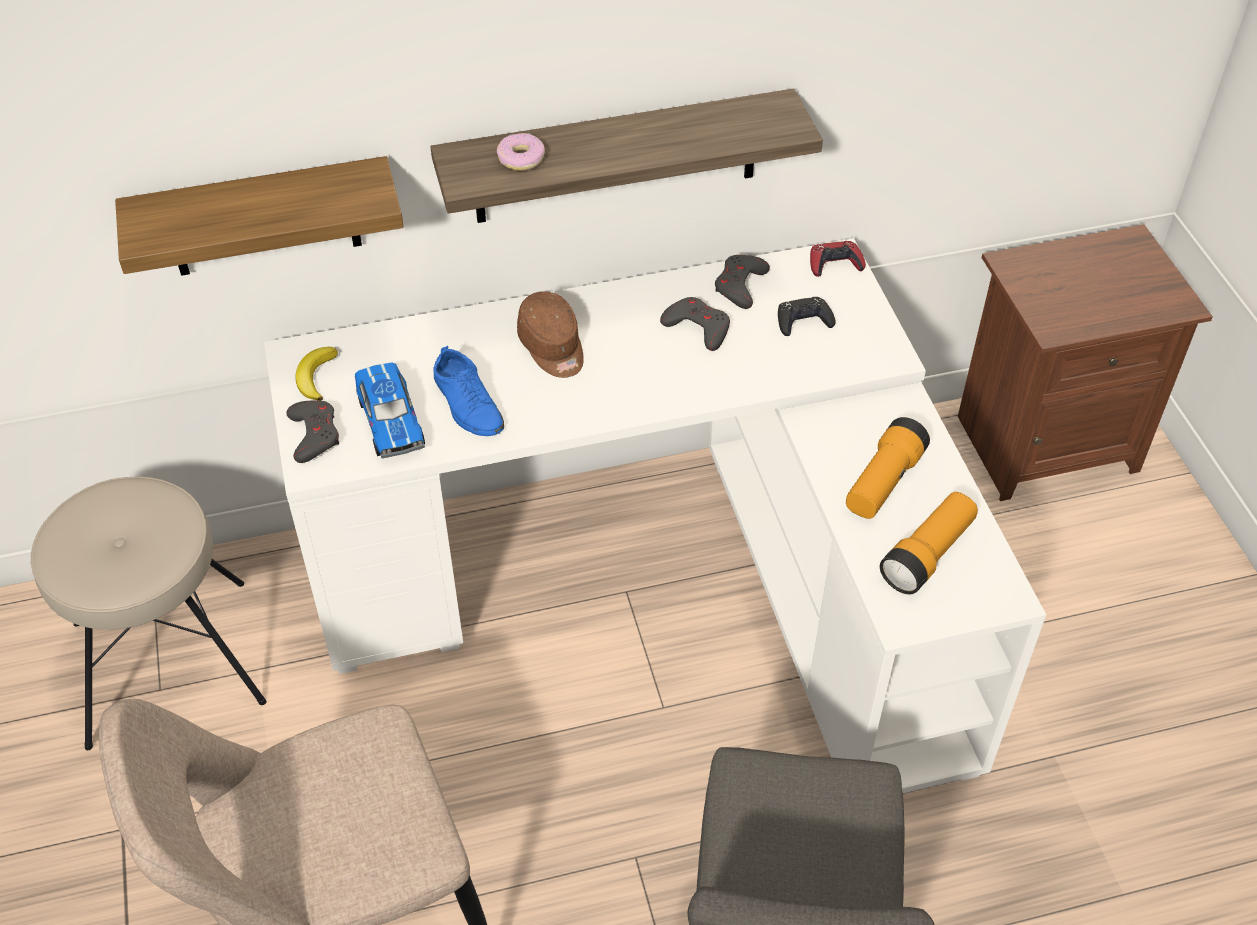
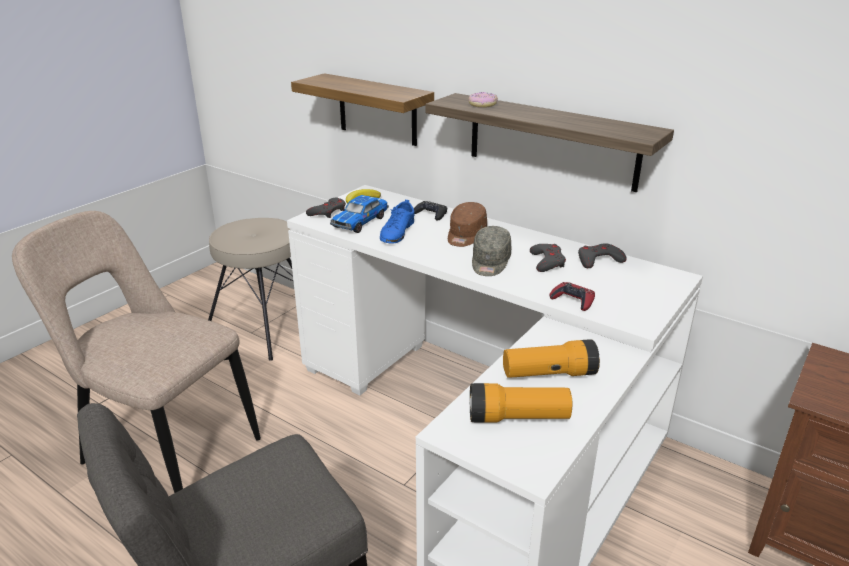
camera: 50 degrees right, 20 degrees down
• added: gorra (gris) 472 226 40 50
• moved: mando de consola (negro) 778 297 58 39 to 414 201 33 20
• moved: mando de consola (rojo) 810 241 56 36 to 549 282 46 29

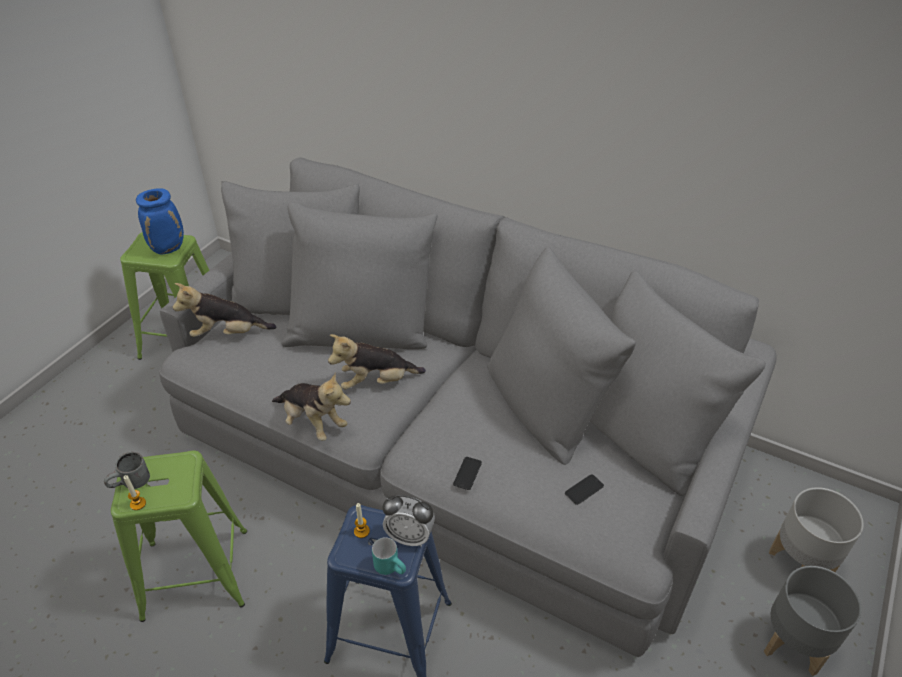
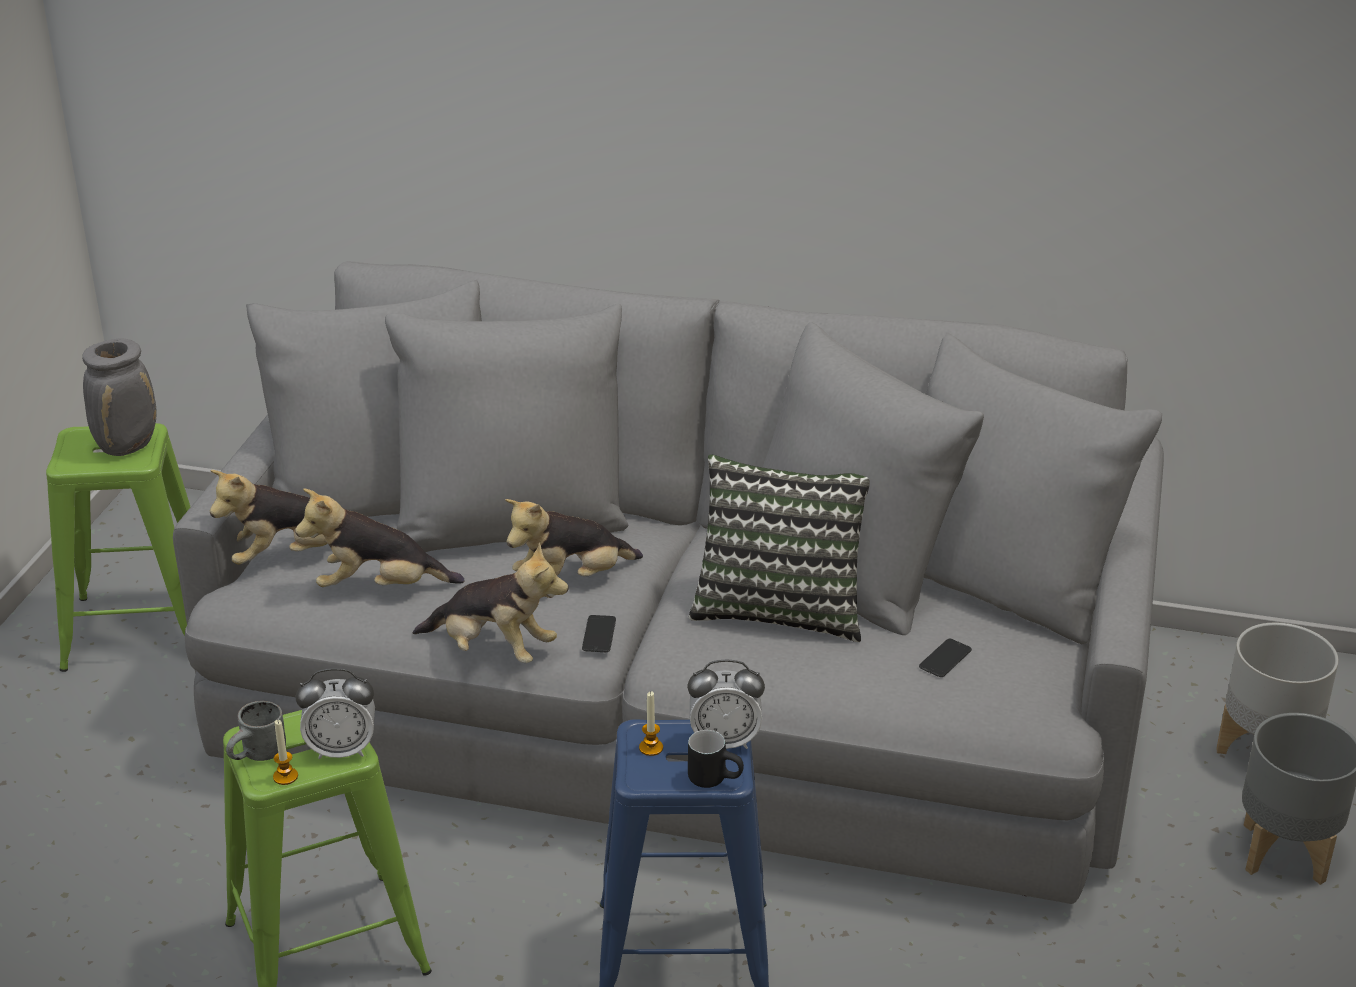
camera: 15 degrees left, 10 degrees down
• added: peluche 295 488 170 99
• added: despertador 296 668 79 91
• added: cojín 689 454 181 188
• moved: móvil 453 457 29 33 to 582 615 34 37
• recoloured: florero (azul) 136 188 48 66 to florero (gris) 82 339 75 117
• recoloured: taza grande (turquesa) 372 537 34 38 to taza grande (negro) 688 730 56 58

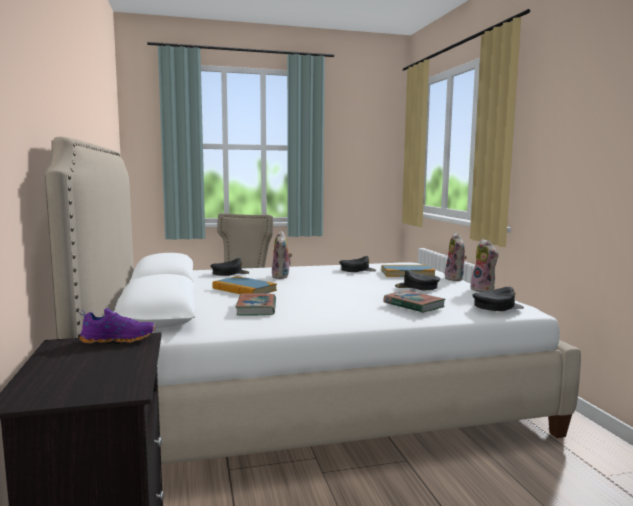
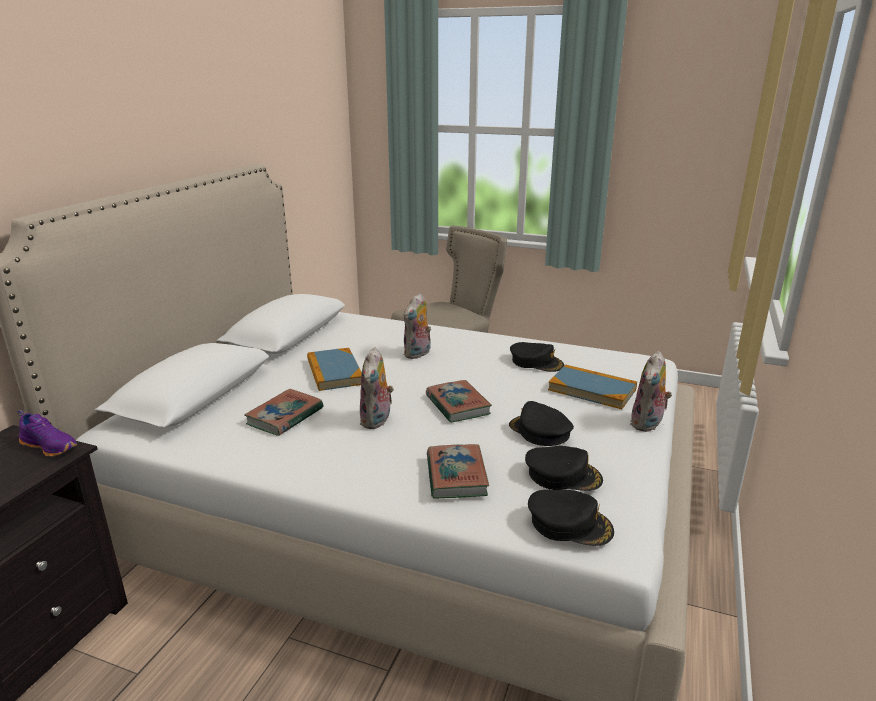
camera: 35 degrees right, 15 degrees up
• added: libro 426 380 66 43
• moved: gorra (negro) 210 258 40 18 to 525 446 78 45
• moved: peluche 471 239 28 53 to 360 347 34 82

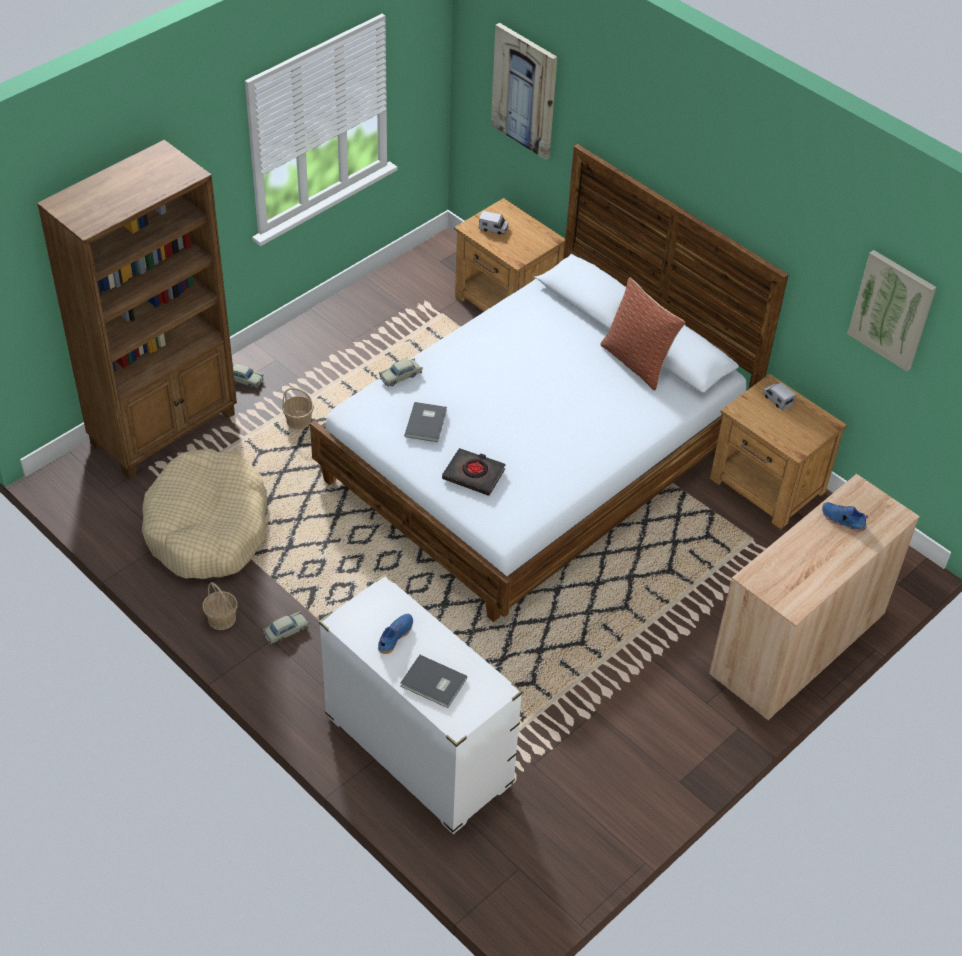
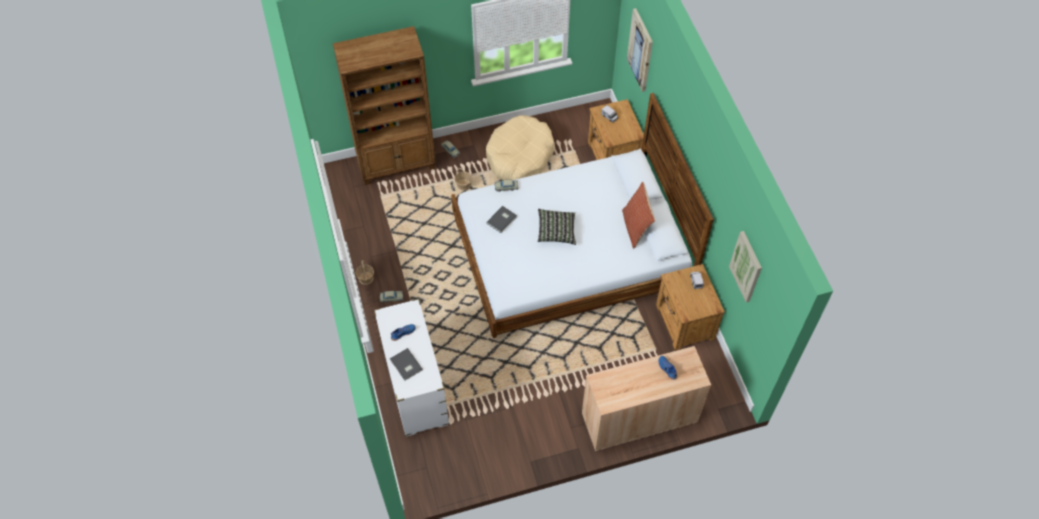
camera: 30 degrees right, 10 degrees up
• removed: libro (negro) 442 448 64 48
• added: cojín 538 209 38 36
• moved: cama para perro (beis) 142 449 125 130 to 486 115 69 65

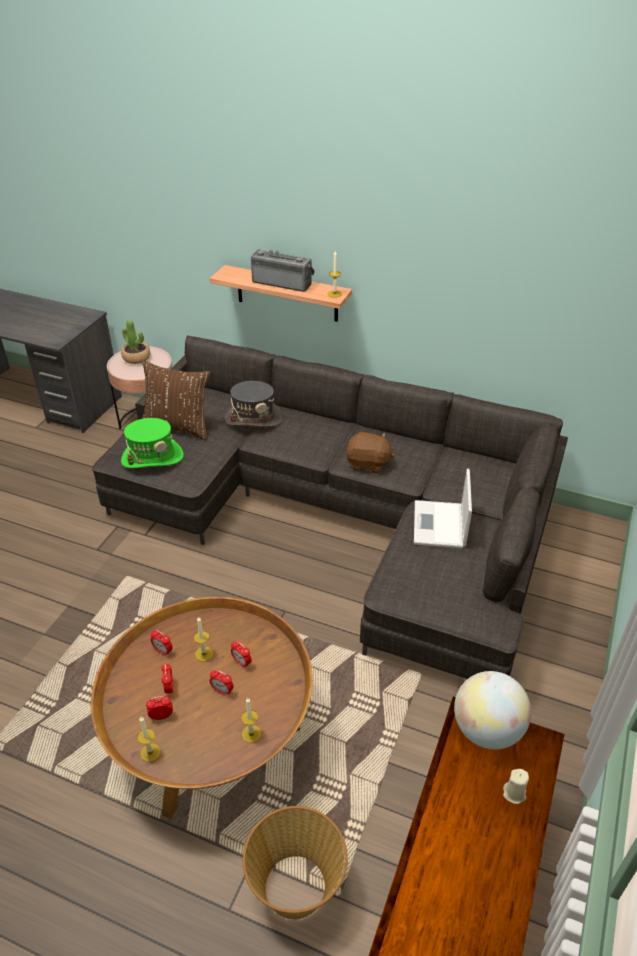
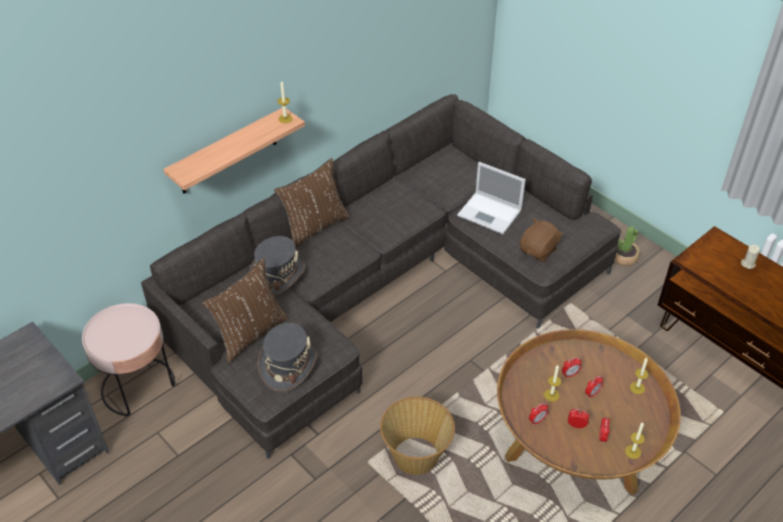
camera: 65 degrees left, 5 degrees up
• removed: radio 251 249 64 43
• removed: globo terráqueo 454 671 77 79
• added: cojín (marrón) 274 158 76 90
• moved: planta en maceta 121 320 29 44 to 614 226 26 40
• moved: cesta 243 806 105 114 to 380 397 75 78
• moved: peluche (marrón) 346 432 49 42 to 520 218 43 44
• recoloured: sombrero (verde) 121 418 63 50 to sombrero (gris) 258 323 59 69

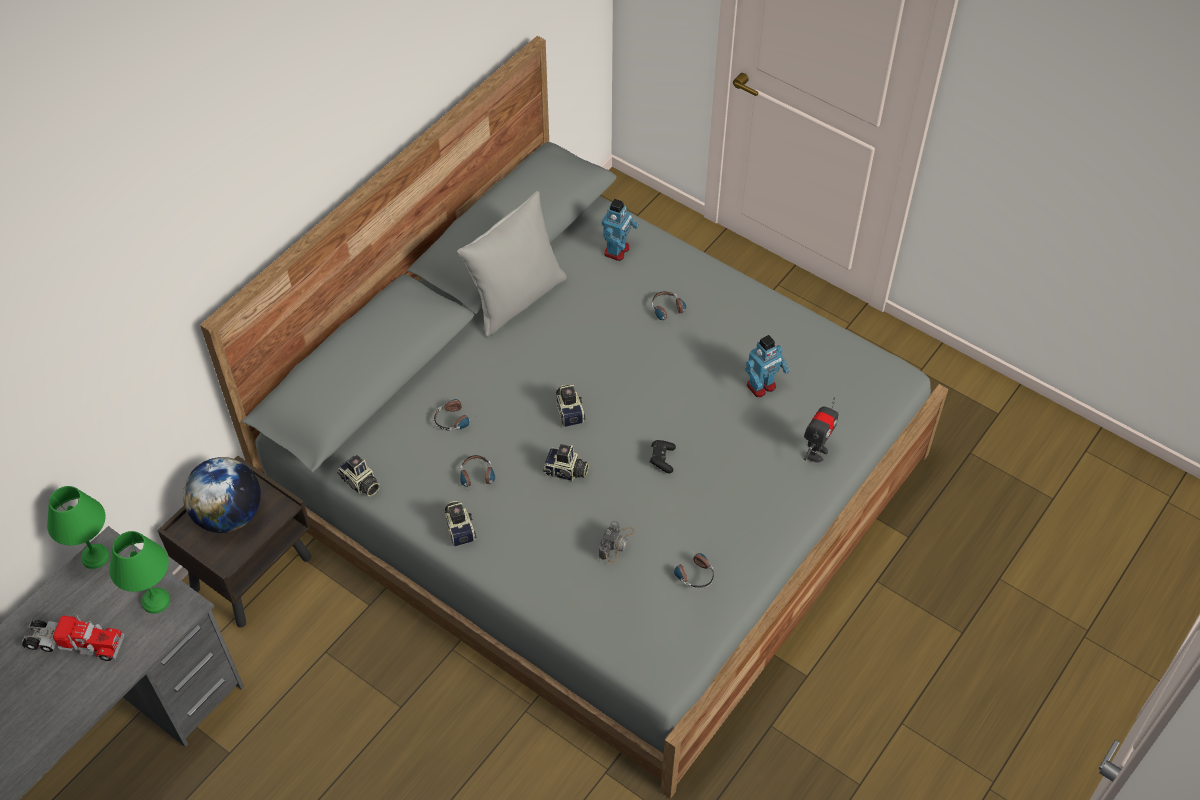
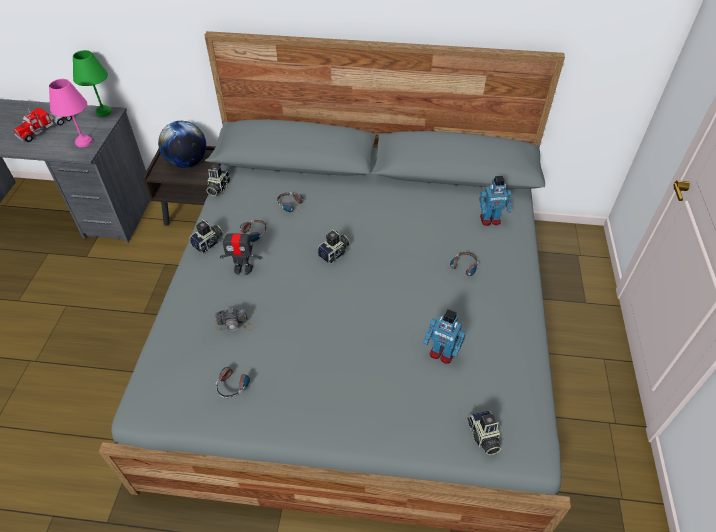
camera: 60 degrees right, 5 degrees down
• removed: cojín (gris) 457 191 110 146
• removed: mando de consola (negro) 649 440 27 33
• moved: cámara 543 444 46 37 to 467 410 34 45
• moved: robot de juguete 804 398 34 65 to 219 228 44 47
• recoloured: lámpara de mesa (verde) 109 531 61 83 to lámpara de mesa (rosa) 49 79 44 68
• turned: camión de juguete 21 615 103 46 = 14 108 58 34 60 degrees clockwise

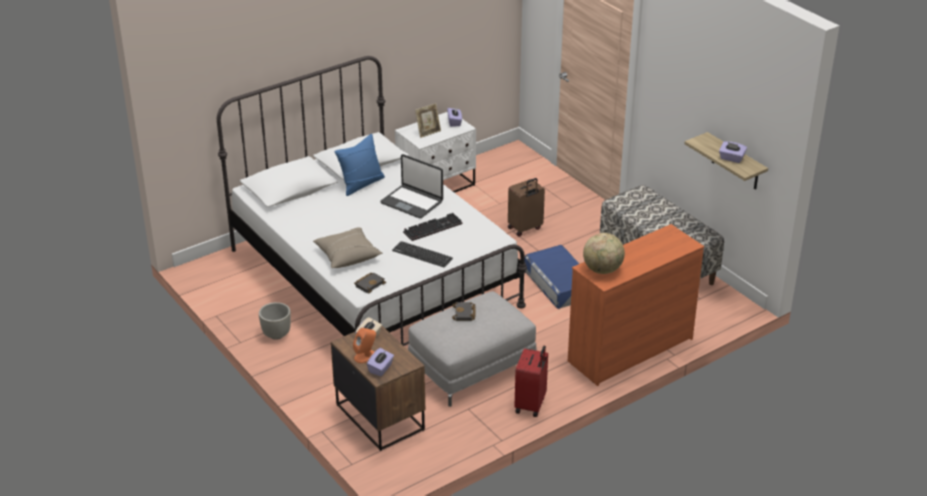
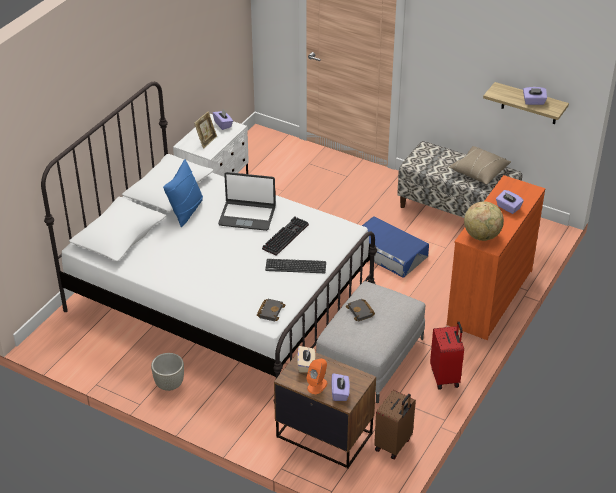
camera: 25 degrees left, 5 degrees up
• added: caja de pañuelos (morado) 496 190 28 24
• moved: cojín (beis) 313 228 69 40 to 449 146 62 39
• moved: maleta (marrón) 508 178 37 59 to 374 390 42 70

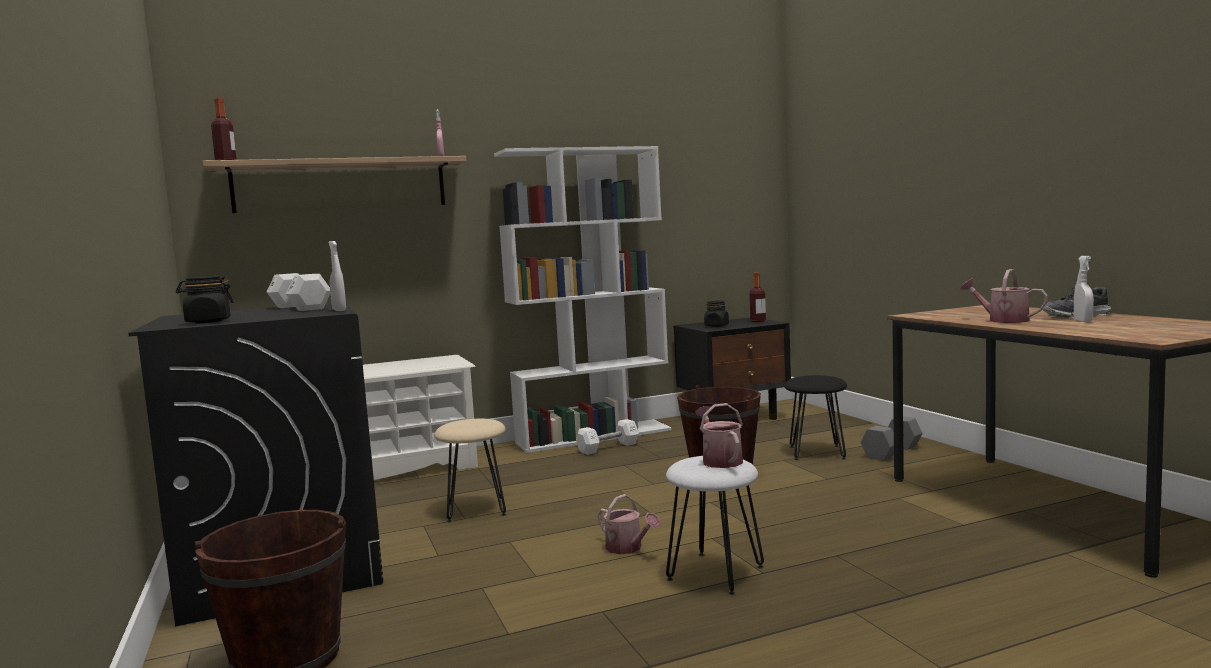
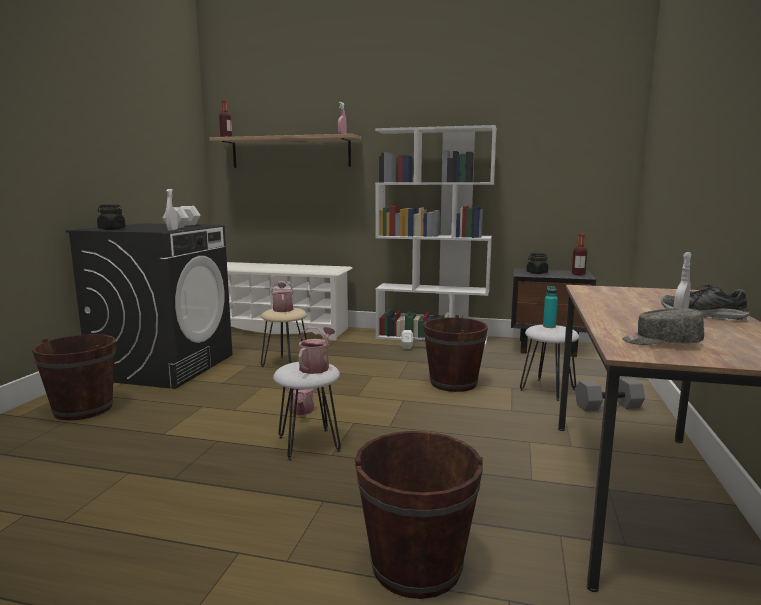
camera: 35 degrees right, 5 degrees up
• added: cubo (marrón) 355 431 128 168
• added: botella (turquesa) 543 286 15 42
• added: gorra (gris) 622 308 82 37
• moved: regadera 960 269 88 54 to 271 281 22 31
• recoloured: taburete (negro) 784 375 63 85 to taburete (blanco) 520 325 59 76

